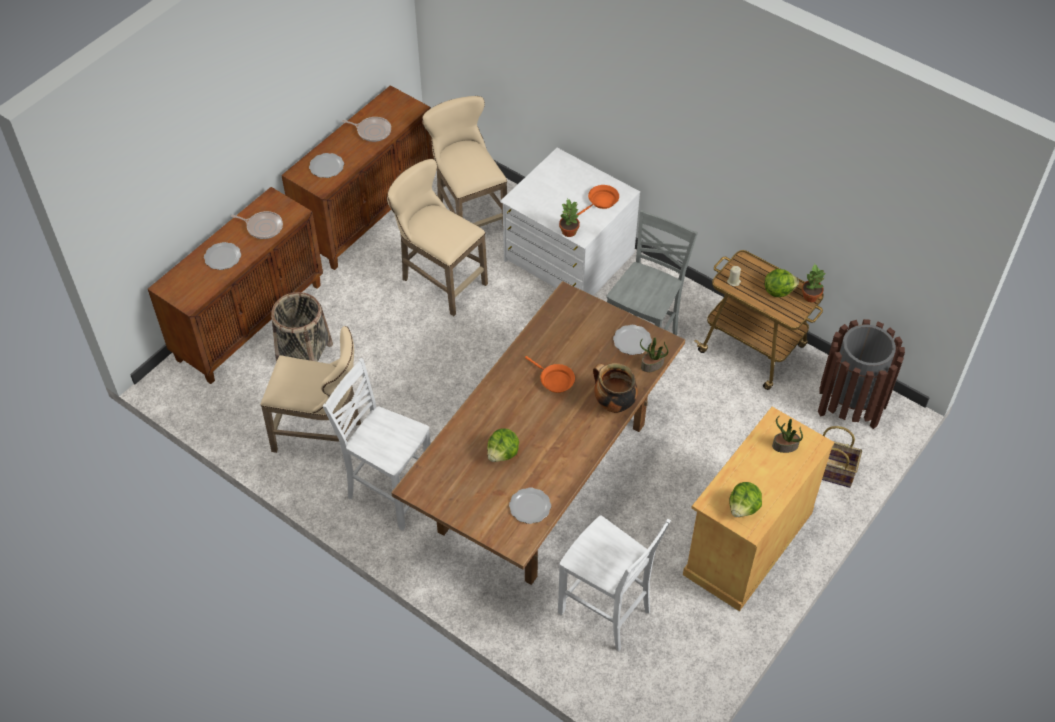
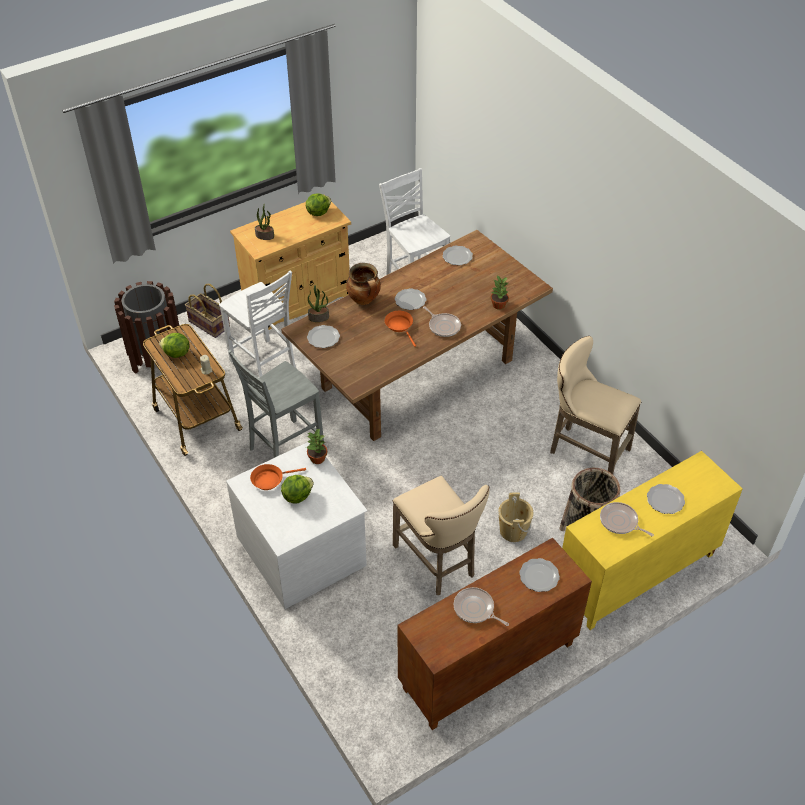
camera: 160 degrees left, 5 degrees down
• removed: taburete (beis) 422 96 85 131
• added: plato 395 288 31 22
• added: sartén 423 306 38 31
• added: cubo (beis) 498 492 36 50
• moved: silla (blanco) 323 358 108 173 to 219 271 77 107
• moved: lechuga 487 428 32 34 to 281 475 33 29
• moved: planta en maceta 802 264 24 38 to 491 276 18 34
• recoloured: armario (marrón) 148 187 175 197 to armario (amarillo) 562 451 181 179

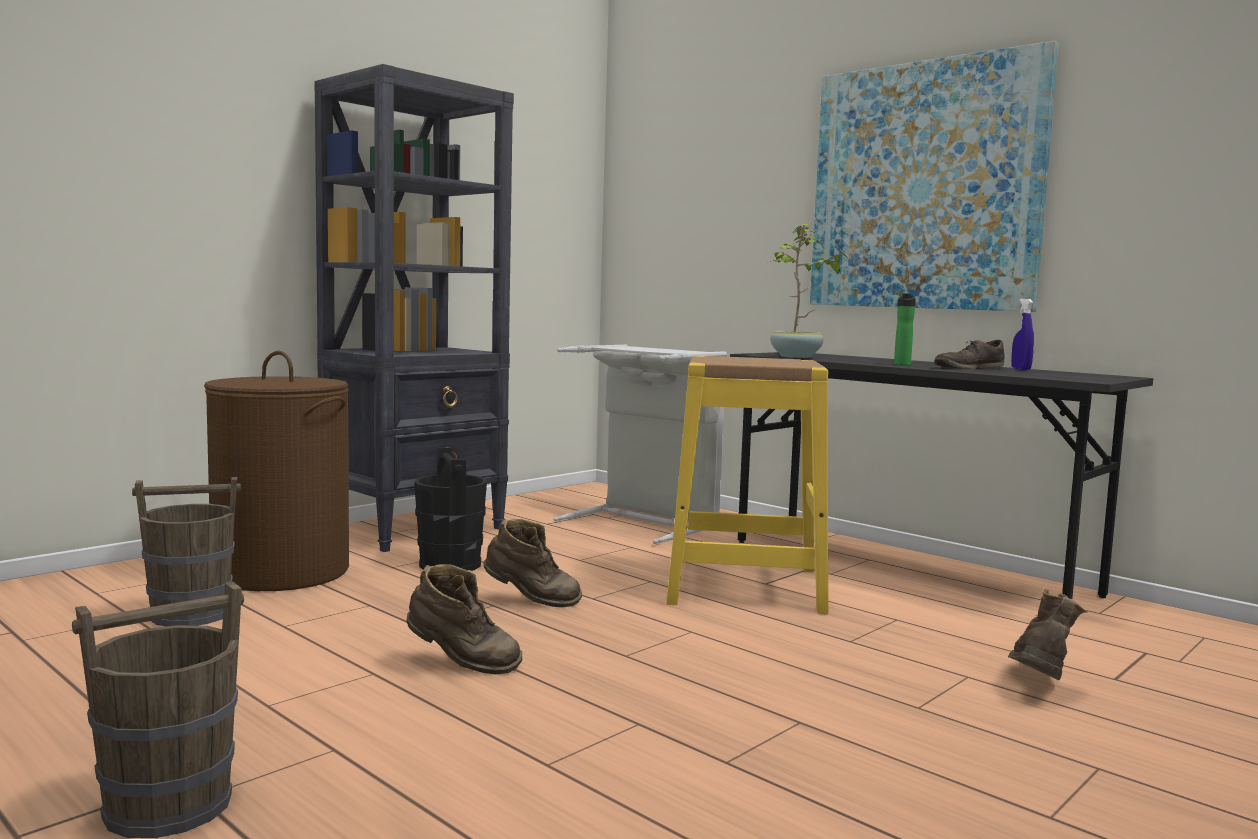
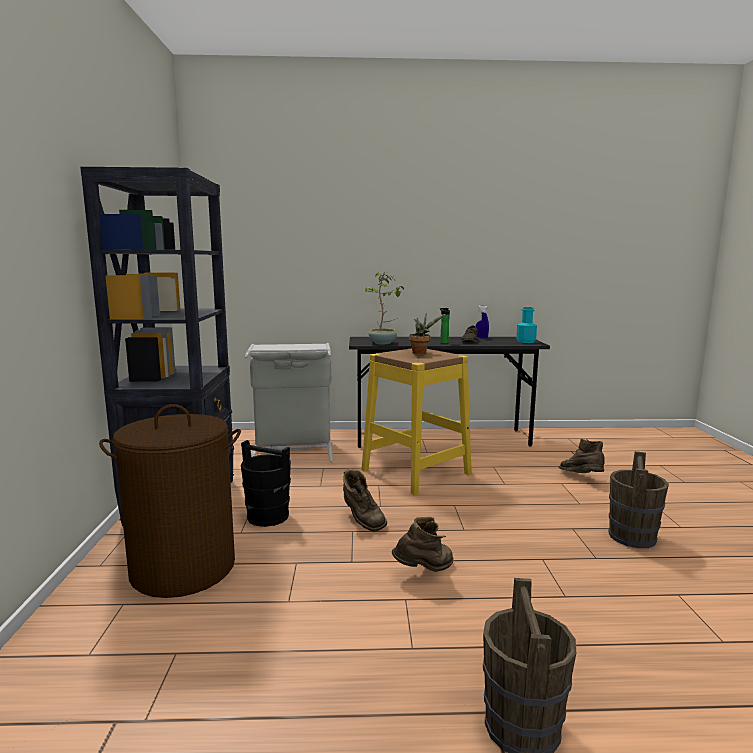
camera: 45 degrees left, 5 degrees up
• removed: cuadro 810 41 249 271
• added: planta en maceta 409 313 36 41
• added: botella (turquesa) 516 307 21 36
• moved: cubo (marrón) 132 477 109 150 to 609 451 60 97
• turned: bota (marrón) 484 519 98 88 = 343 469 44 63 90 degrees clockwise

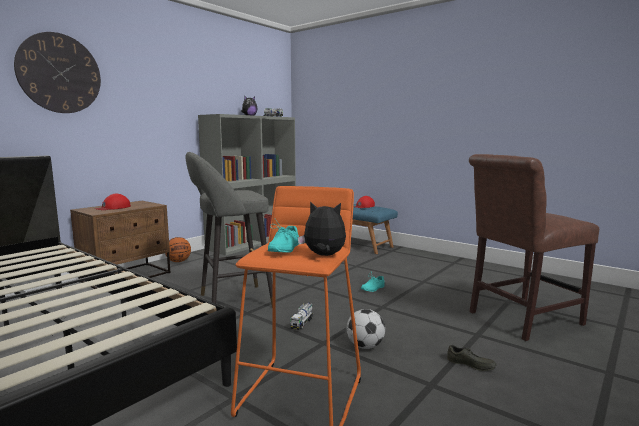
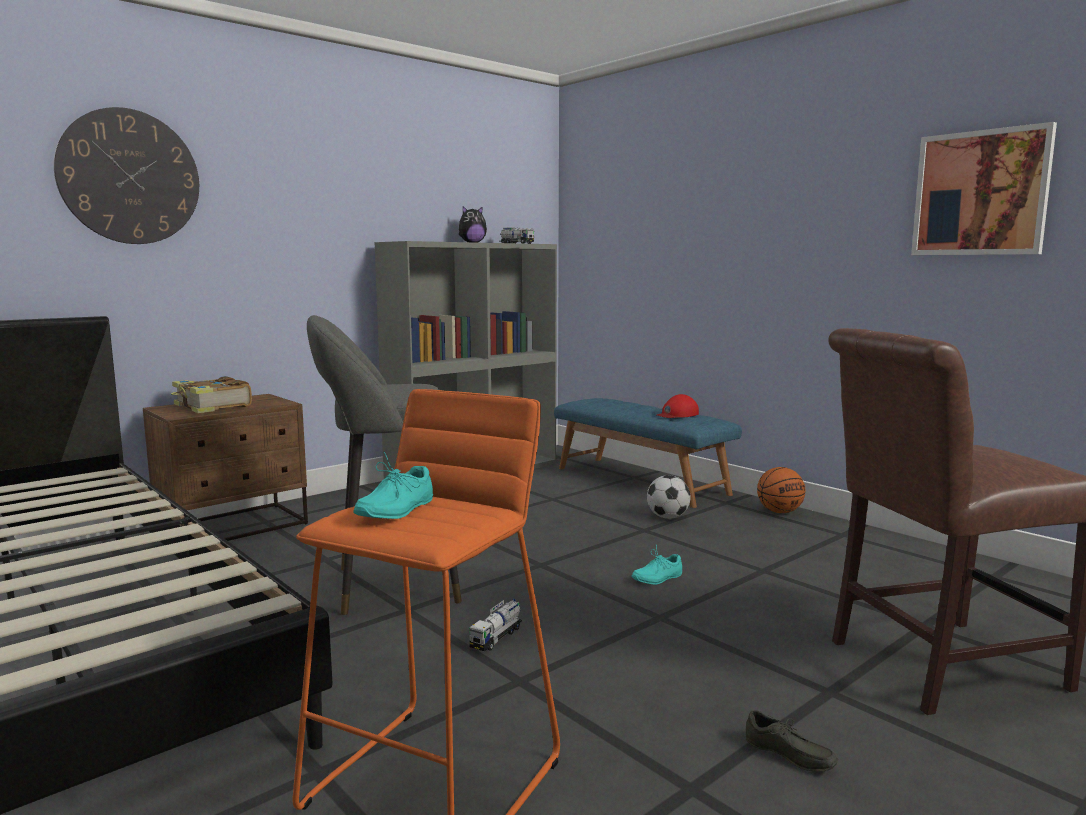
camera: 10 degrees right, 0 degrees up
• removed: peluche 297 201 49 55
• added: cuadro 911 122 146 133
• moved: balón de baloncesto 165 237 26 25 to 757 467 48 46
• moved: balón de fútbol 347 309 38 40 to 647 475 43 44
• replaced: gorra (rojo) 95 194 36 16 to libro 171 376 81 37

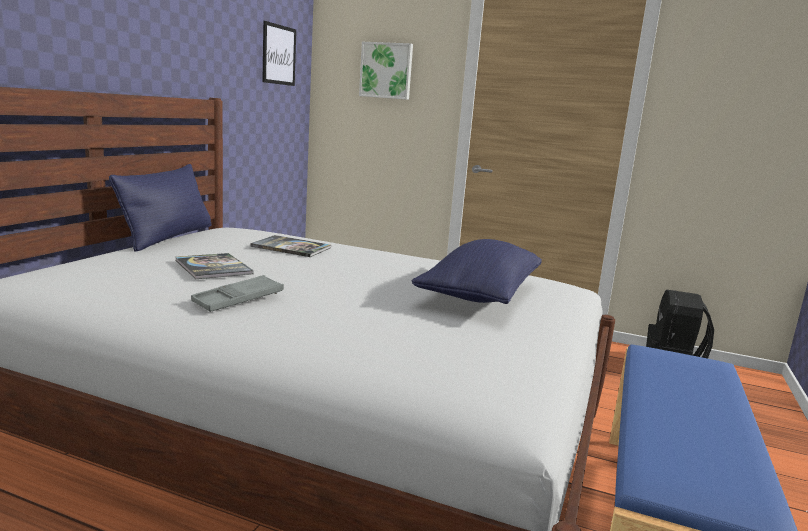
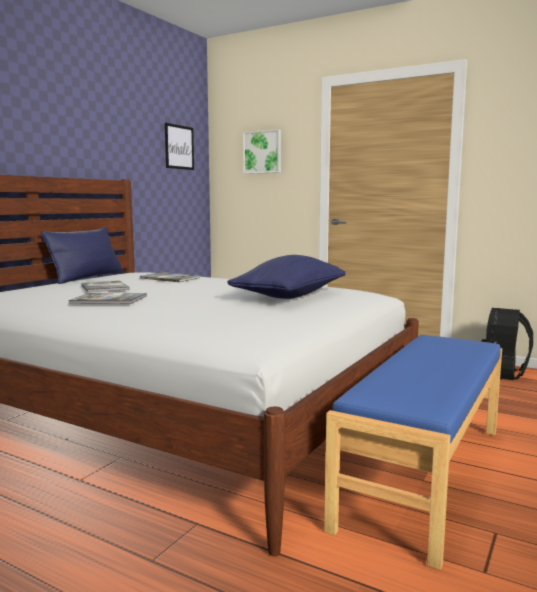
camera: 10 degrees right, 5 degrees down
• replaced: bandeja (gris) 191 275 93 37 to libro 69 293 78 11

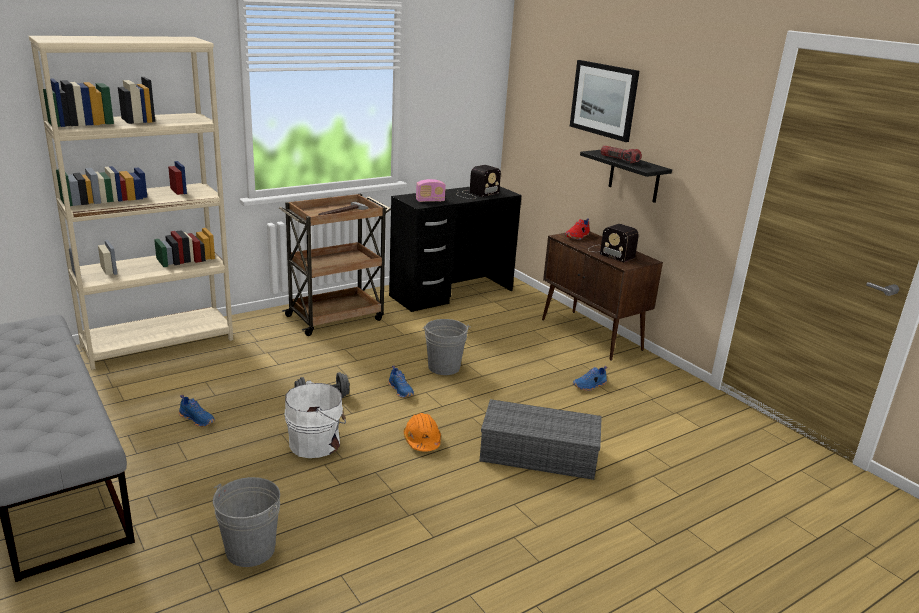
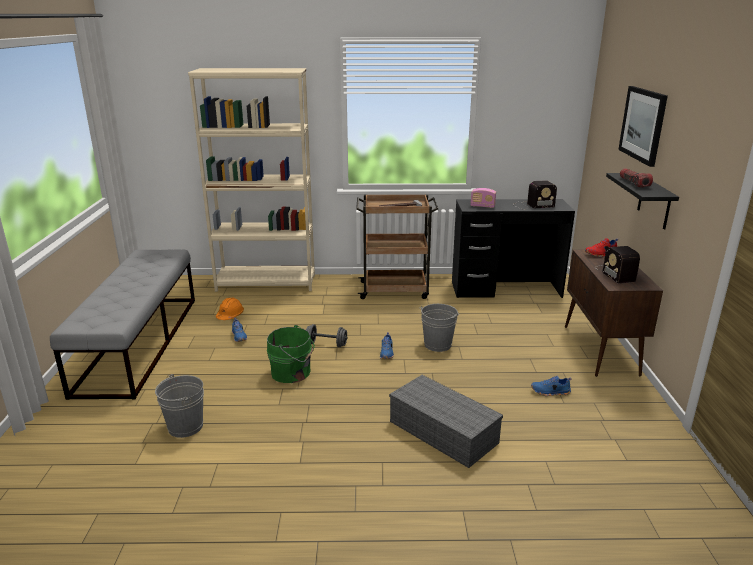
camera: 35 degrees right, 0 degrees up
• moved: casco (naranja) 404 413 37 39 to 216 298 28 22
• recoloured: cubo (blanco) 285 380 61 78 to cubo (verde) 267 325 48 58

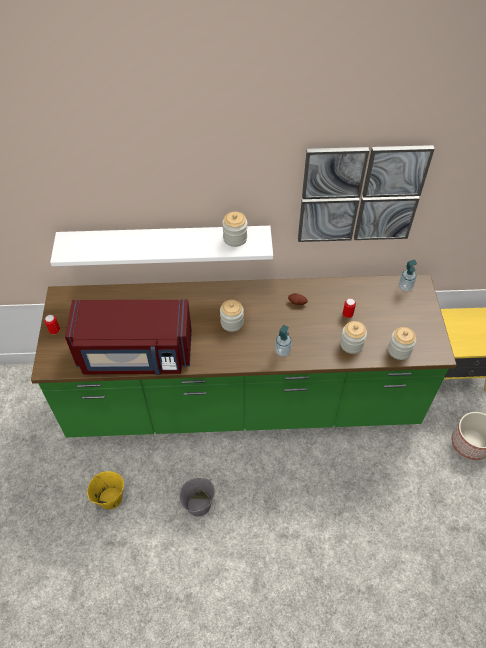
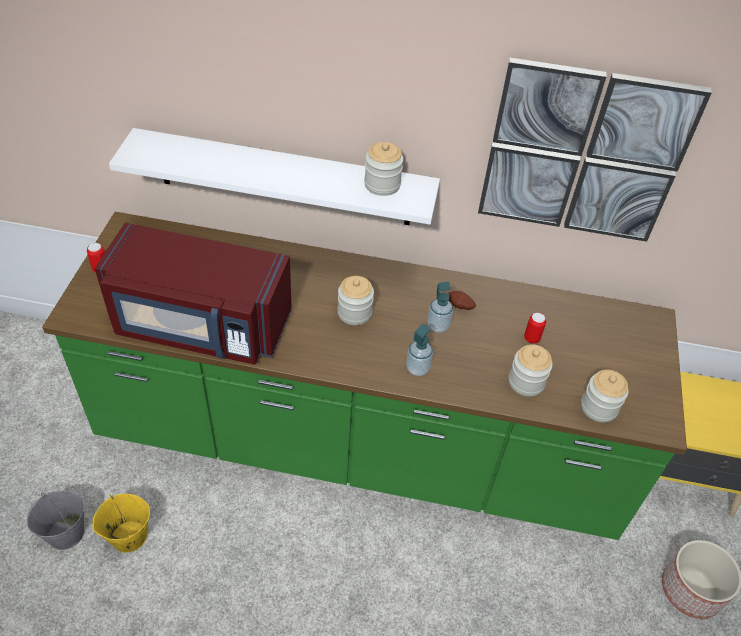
camera: 10 degrees right, 5 degrees down
• moved: cubo (gris) 179 478 36 39 to 27 491 58 59
• moved: dispensador de jabón 399 259 18 32 to 427 282 26 51

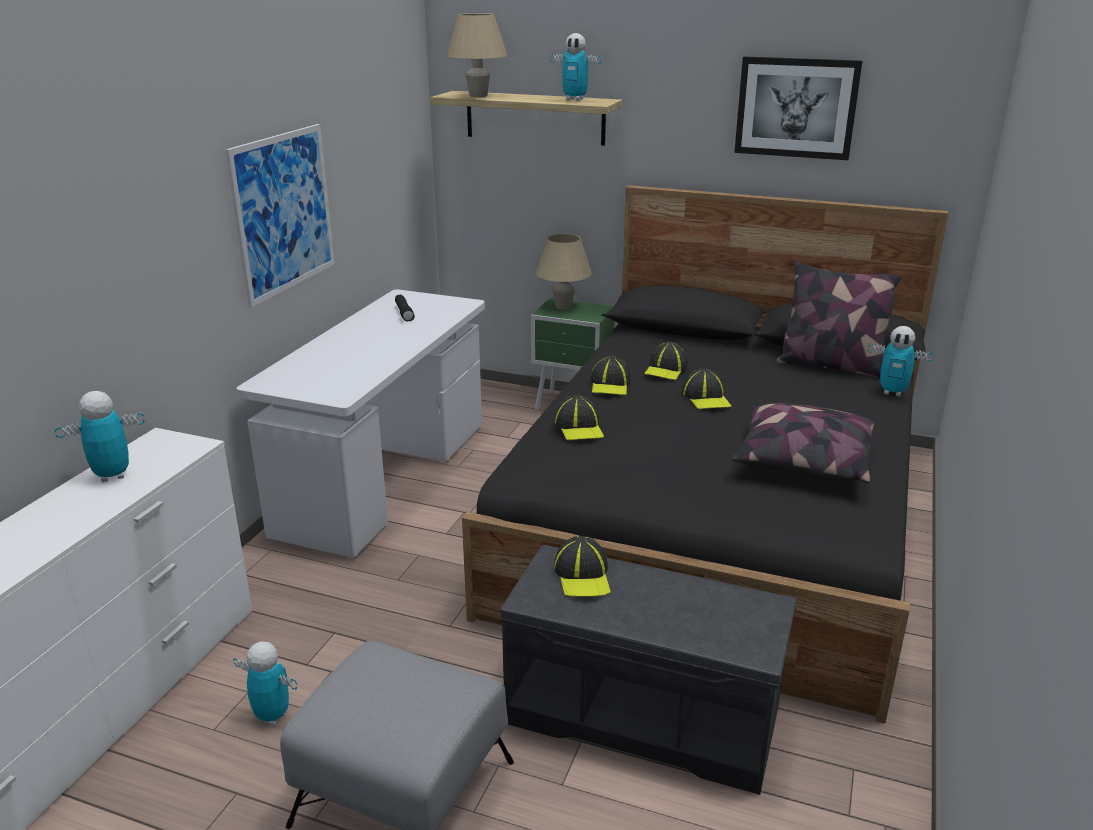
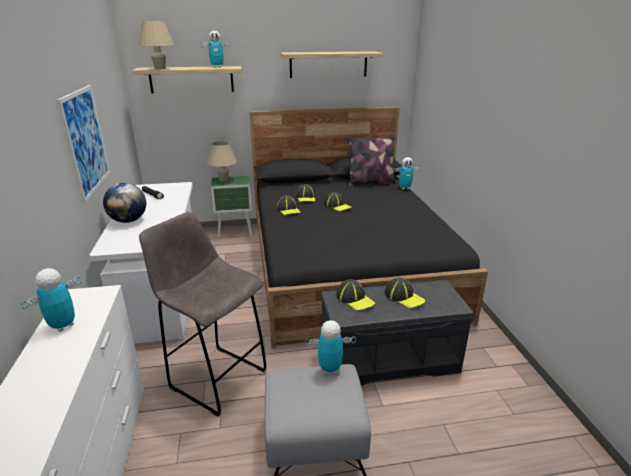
camera: 30 degrees left, 0 degrees up
• removed: cojín 731 403 144 80
• added: globo terráqueo 103 183 43 40
• added: taburete (gris) 139 212 128 205
• moved: robot de juguete 233 641 64 84 to 305 320 51 54
• moved: gorra 554 395 50 45 to 385 277 40 31
• replaced: cuadro 734 56 128 104 to estante 280 51 103 27

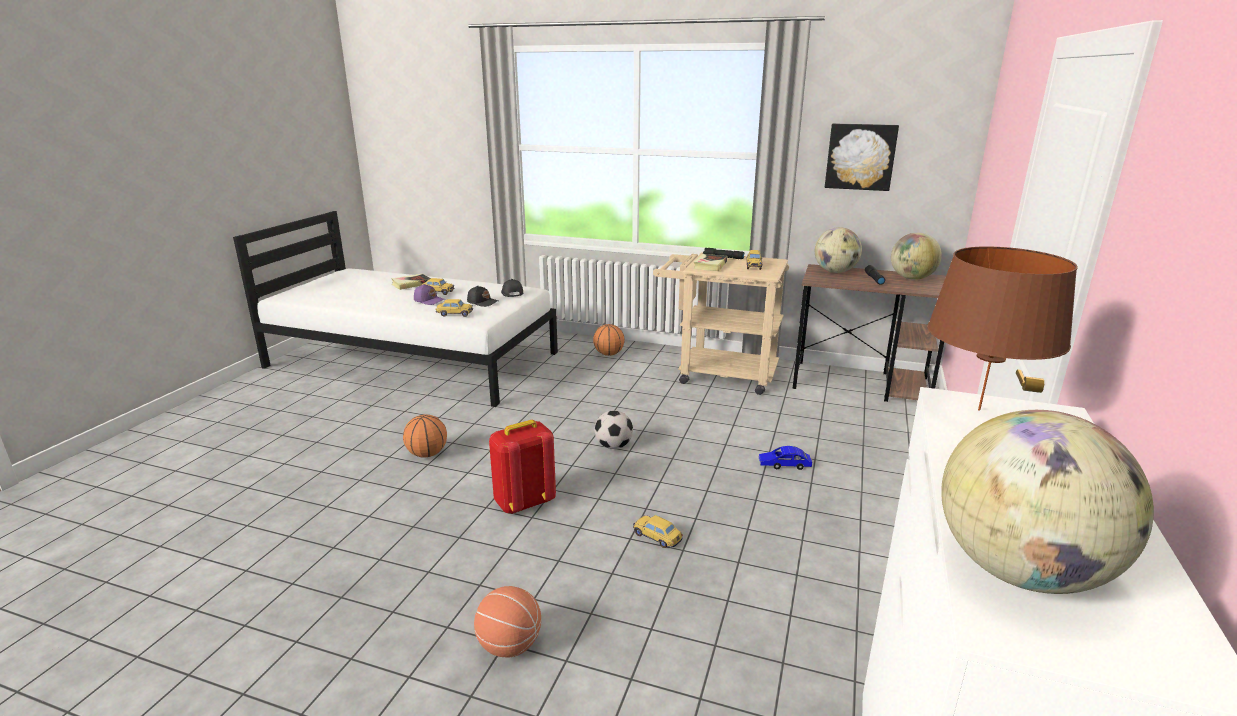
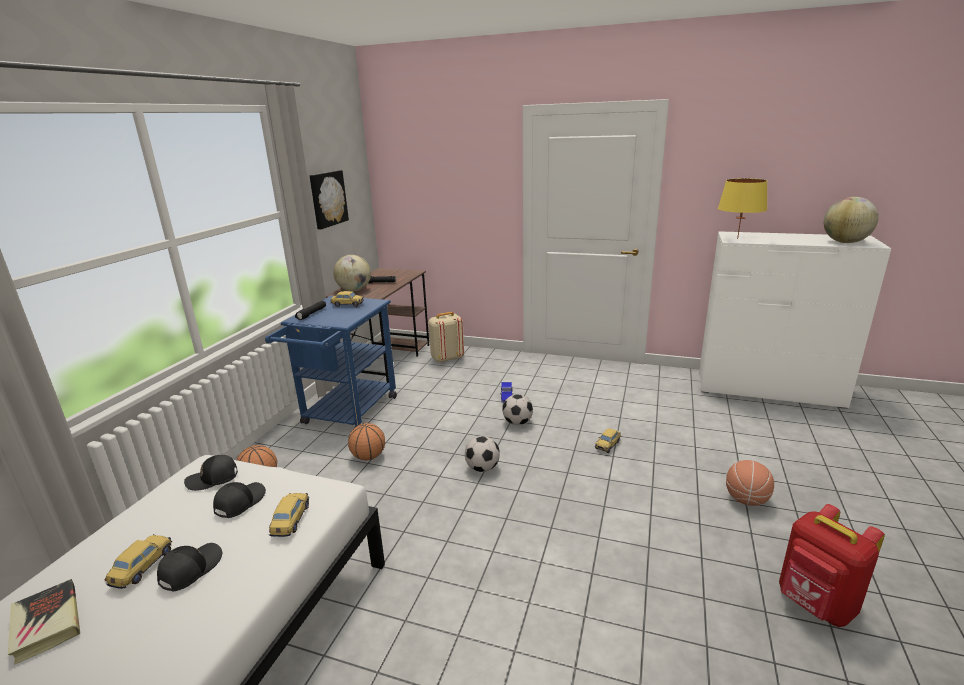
camera: 90 degrees left, 0 degrees up
• removed: libro 694 254 33 17
• removed: globo terráqueo 891 232 51 48
• added: mochila (beis) 428 312 36 51
• added: balón de fútbol 502 394 31 31
• moved: balón de baloncesto 403 414 44 44 to 348 423 37 37
• moved: mochila (rojo) 489 420 67 94 to 779 504 106 123
• recoloured: gorra (morado) 414 284 32 21 to gorra (negro) 157 543 65 49
• recoloured: carrito (beis) 653 252 136 143 to carrito (azul) 265 296 132 132
• recoloured: lámpara de mesa (marrón) 927 246 151 165 to lámpara de mesa (amarillo) 718 178 50 61

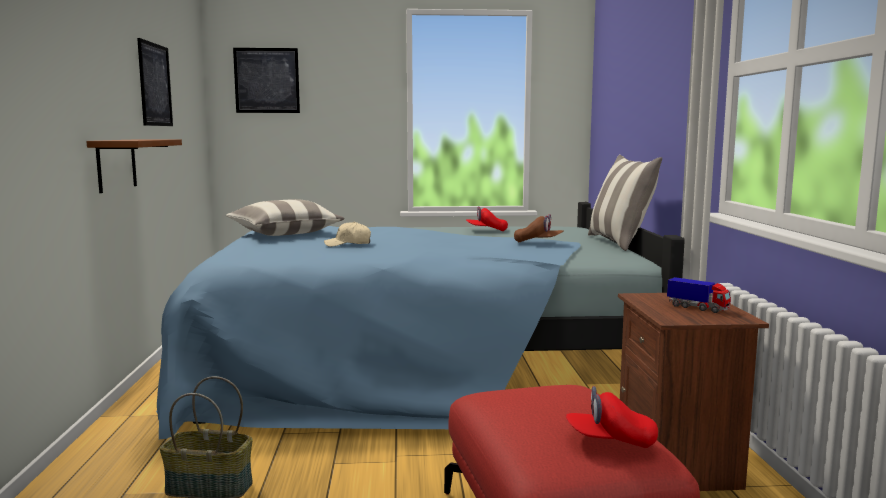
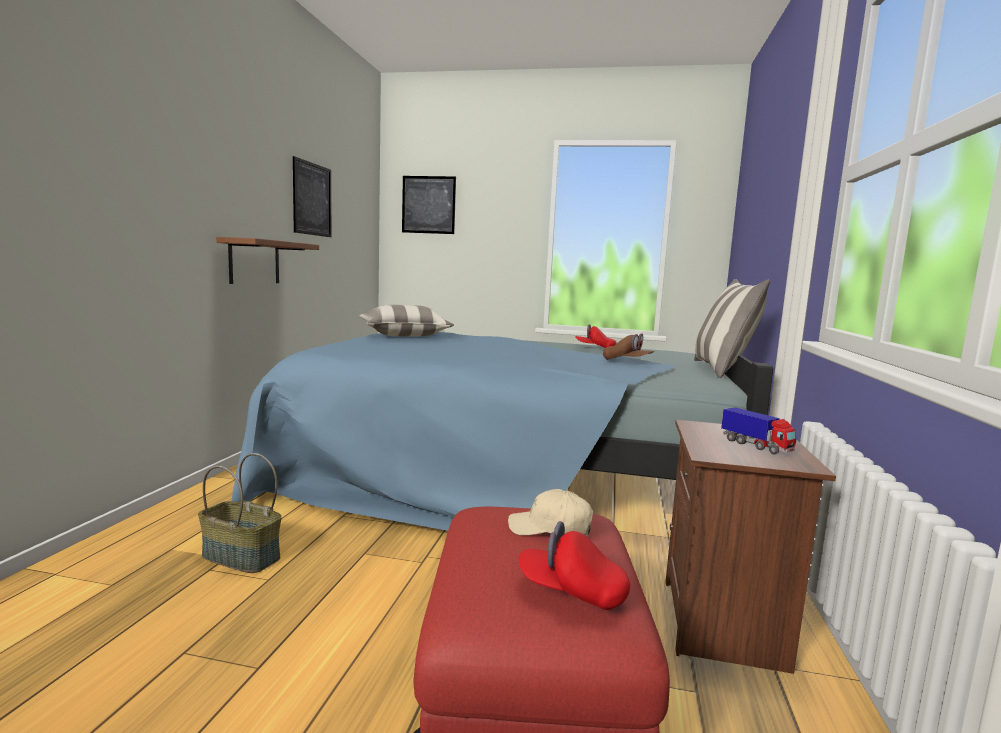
camera: 15 degrees right, 0 degrees up
• moved: gorra (beis) 324 221 47 26 to 508 489 85 47

